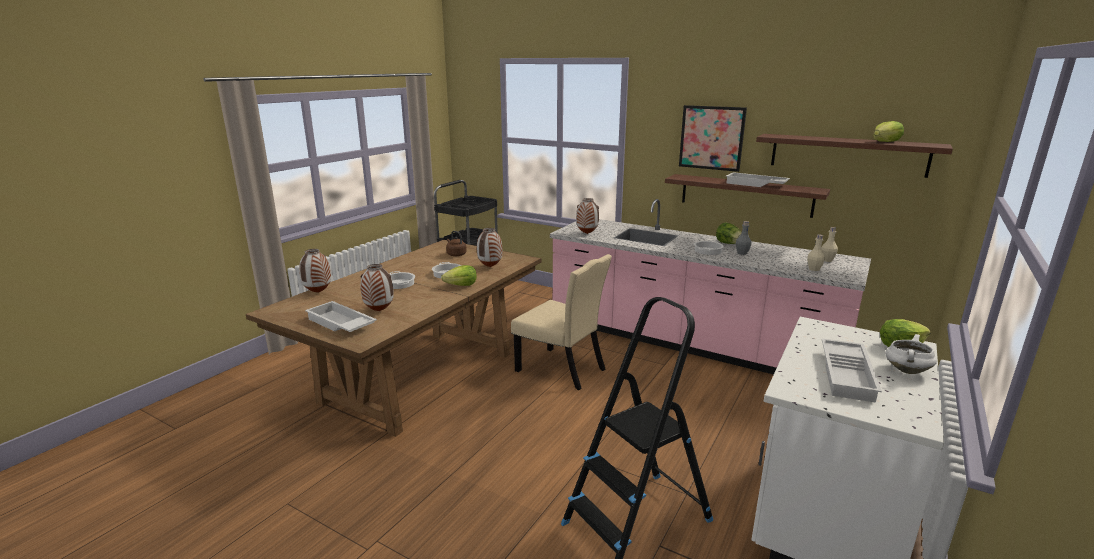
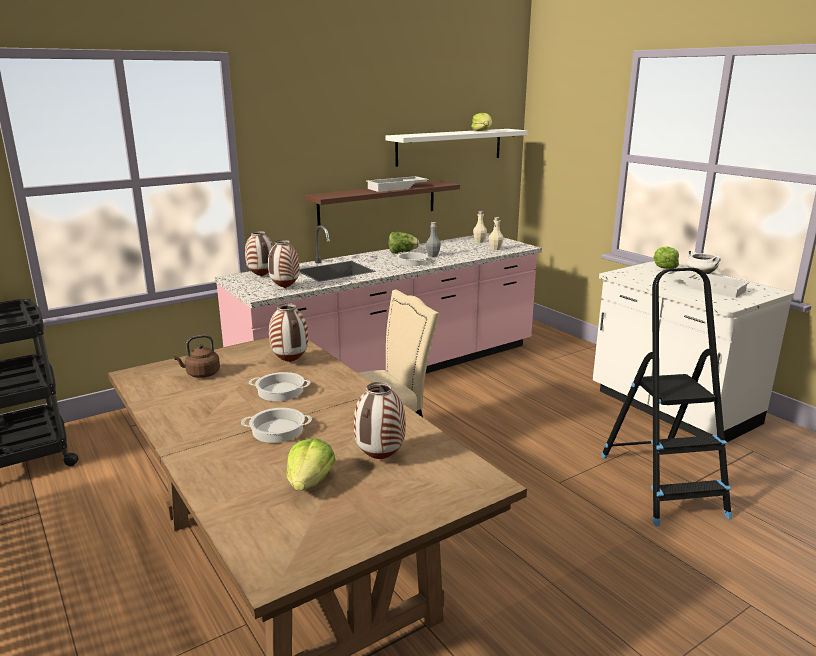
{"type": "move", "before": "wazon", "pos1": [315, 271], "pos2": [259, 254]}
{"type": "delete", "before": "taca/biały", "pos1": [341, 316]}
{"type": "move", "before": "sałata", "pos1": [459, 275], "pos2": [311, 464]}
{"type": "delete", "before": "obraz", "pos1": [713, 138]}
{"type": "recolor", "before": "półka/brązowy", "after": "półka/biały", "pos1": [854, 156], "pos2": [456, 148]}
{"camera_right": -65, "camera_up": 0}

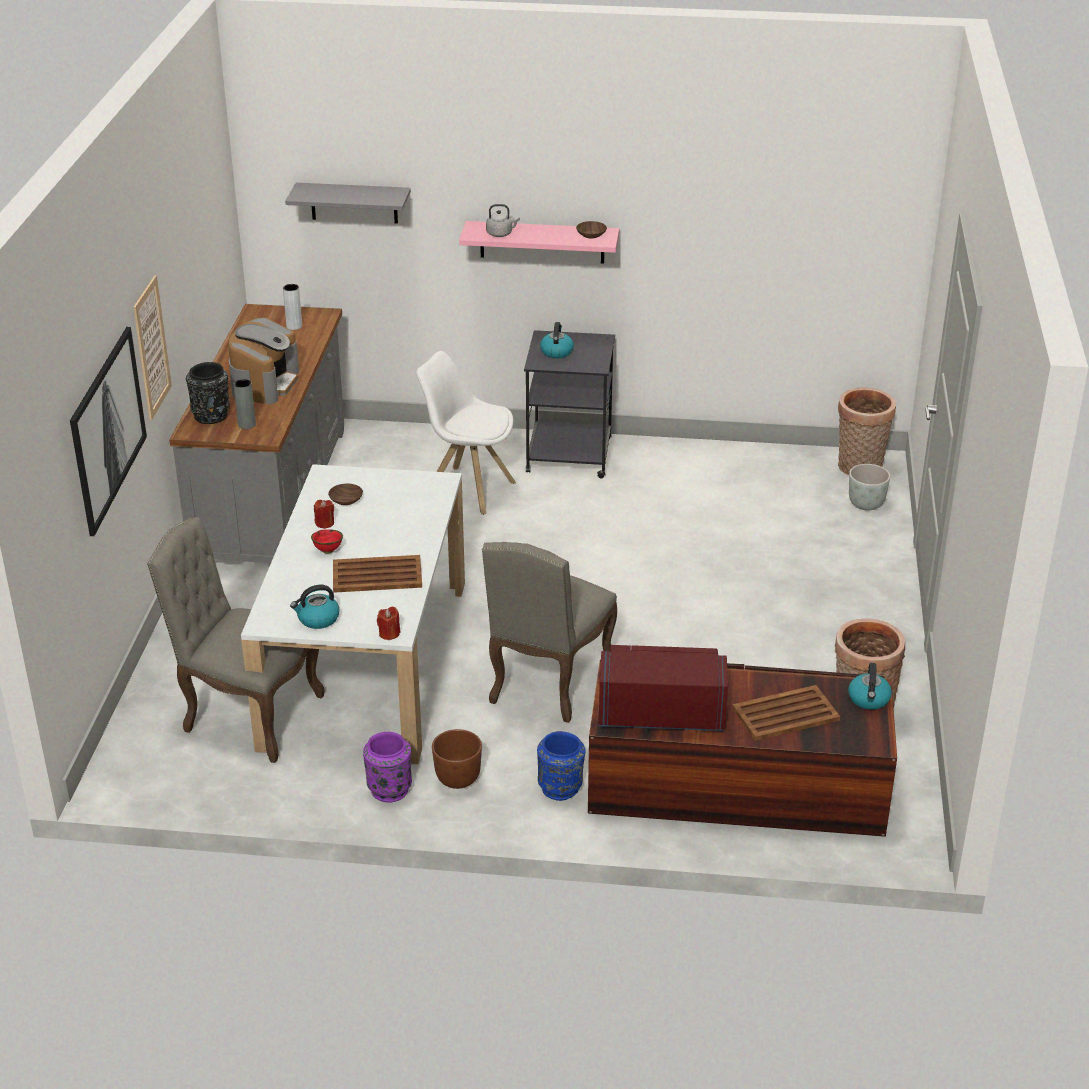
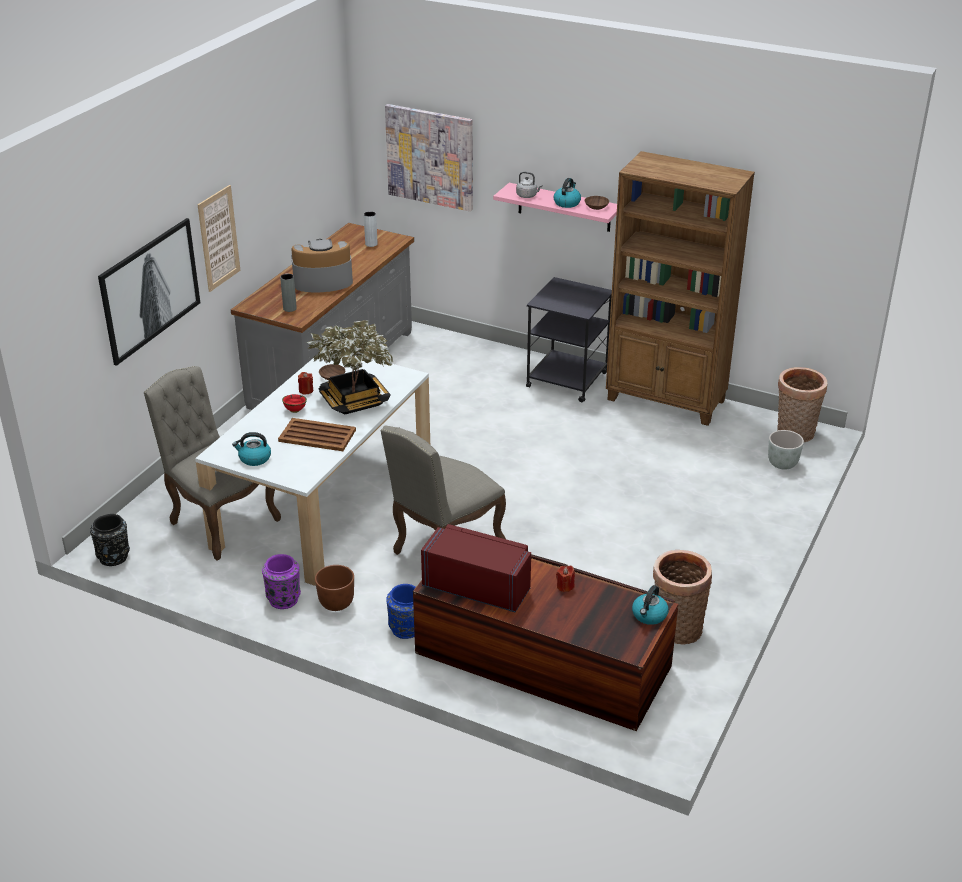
{"type": "move", "before": "wazon/czarny", "pos1": [208, 393], "pos2": [110, 540]}
{"type": "rotate", "before": "ekspres do kawy", "pos1": [263, 361], "pos2": [322, 266], "turn": -135}
{"type": "replace", "before": "półka/szary", "after": "obraz", "pos1": [348, 203], "pos2": [429, 158]}
{"type": "move", "before": "świeca/czerwony", "pos1": [389, 623], "pos2": [565, 579]}
{"type": "delete", "before": "krzesło/biały", "pos1": [466, 433]}
{"type": "move", "before": "czajnik", "pos1": [557, 340], "pos2": [567, 193]}
{"type": "delete", "before": "taca/brązowy", "pos1": [786, 713]}
{"type": "insert", "after": "roślina doniczkowa", "pos2": [349, 367]}
{"type": "insert", "after": "regał/brązowy", "pos2": [680, 288]}
{"camera_right": 20, "camera_up": 0}

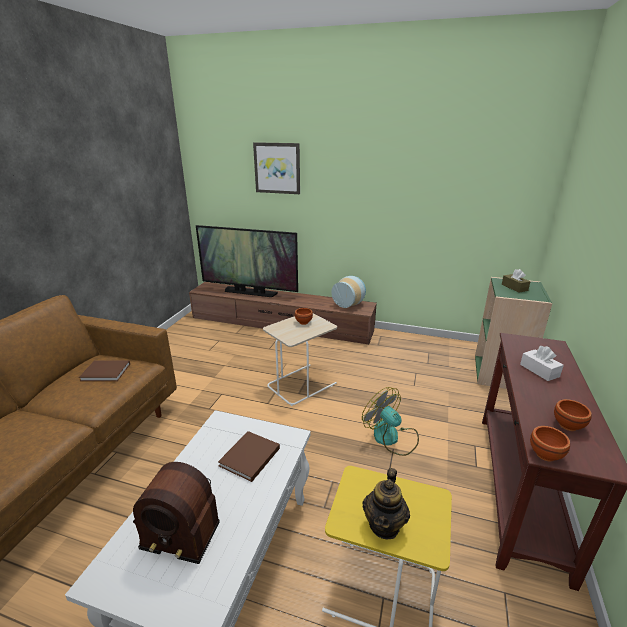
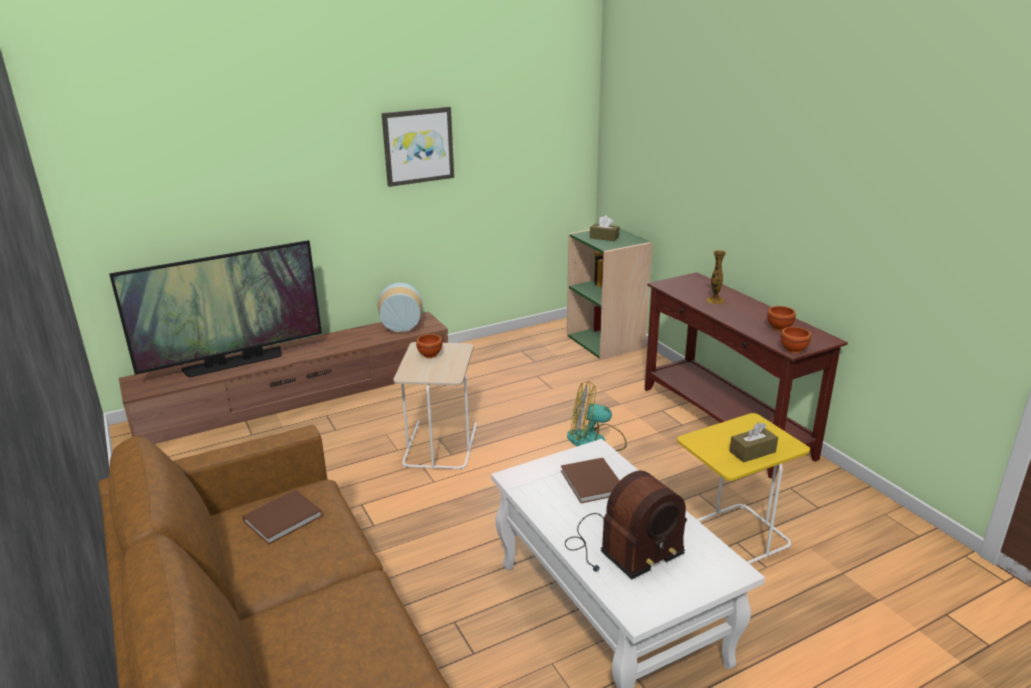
{"type": "move", "before": "obraz", "pos1": [276, 168], "pos2": [418, 147]}
{"type": "replace", "before": "imbryk", "after": "pudełko chusteczek/brązowy", "pos1": [386, 504], "pos2": [753, 442]}
{"type": "replace", "before": "pudełko chusteczek/biały", "after": "wazon", "pos1": [542, 363], "pos2": [716, 277]}
{"camera_right": -45, "camera_up": 0}

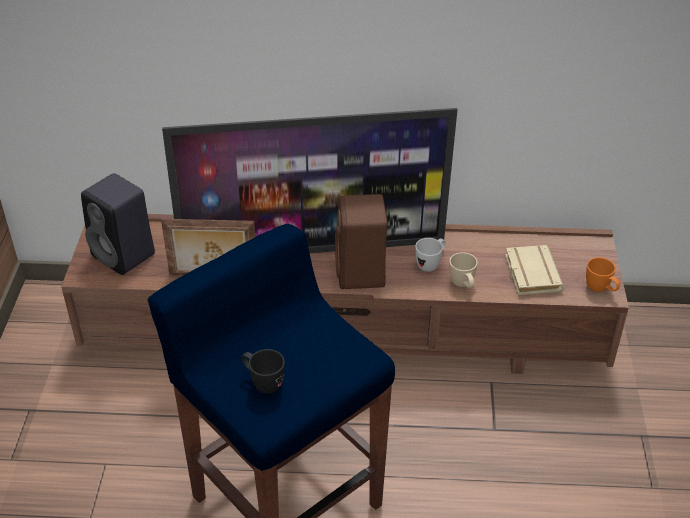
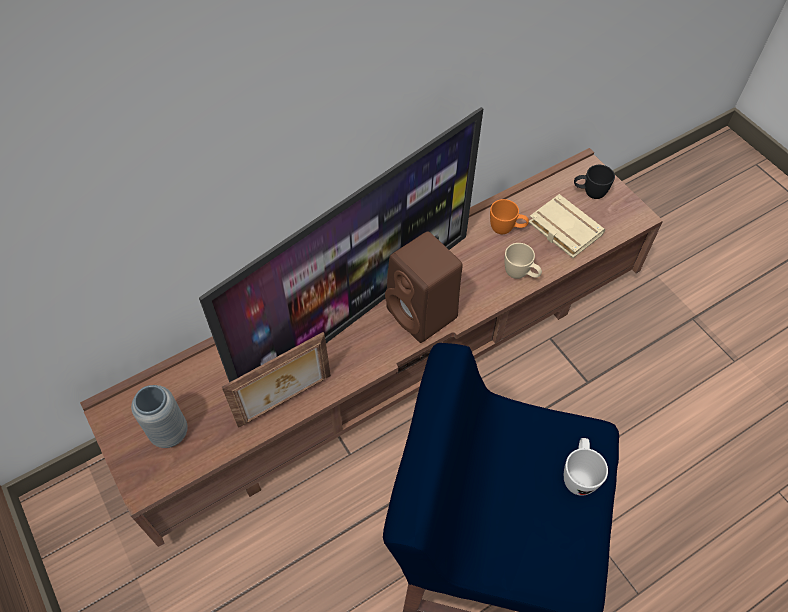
{"type": "replace", "before": "głośnik/czarny", "after": "wazon/szary", "pos1": [118, 224], "pos2": [159, 416]}
{"type": "move", "before": "kubek/czarny", "pos1": [263, 371], "pos2": [594, 182]}
{"type": "move", "before": "kubek/biały", "pos1": [430, 255], "pos2": [586, 467]}
{"type": "move", "before": "kubek/pomarańczowy", "pos1": [603, 274], "pos2": [509, 216]}
{"camera_right": -35, "camera_up": 15}

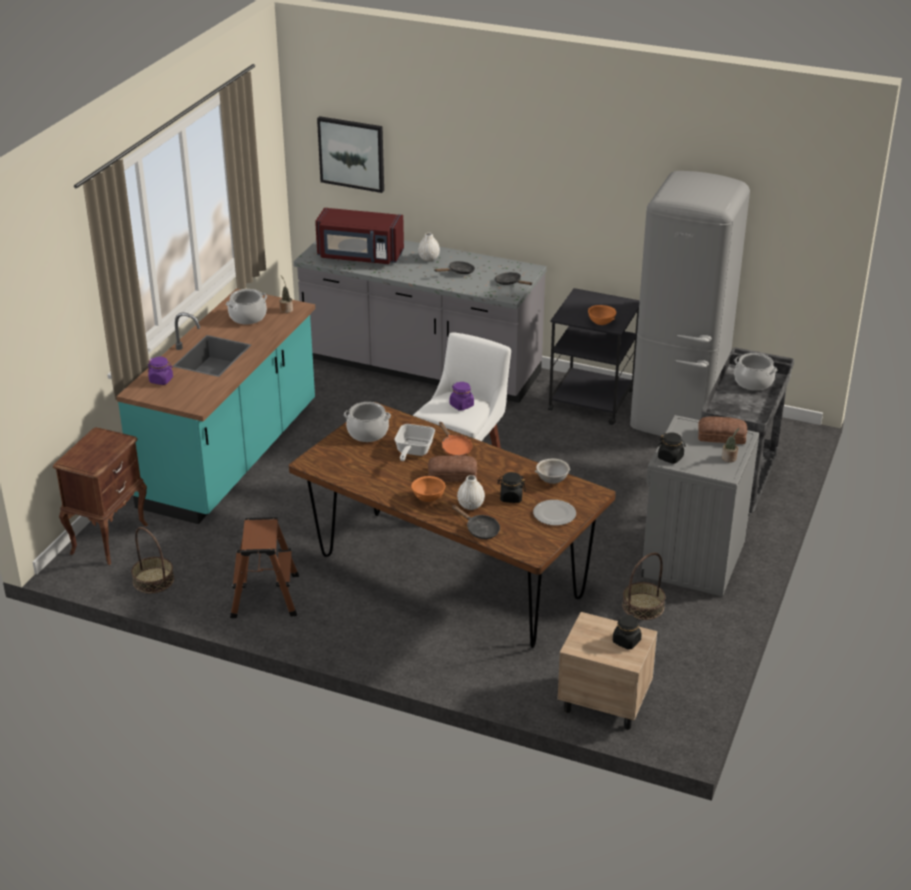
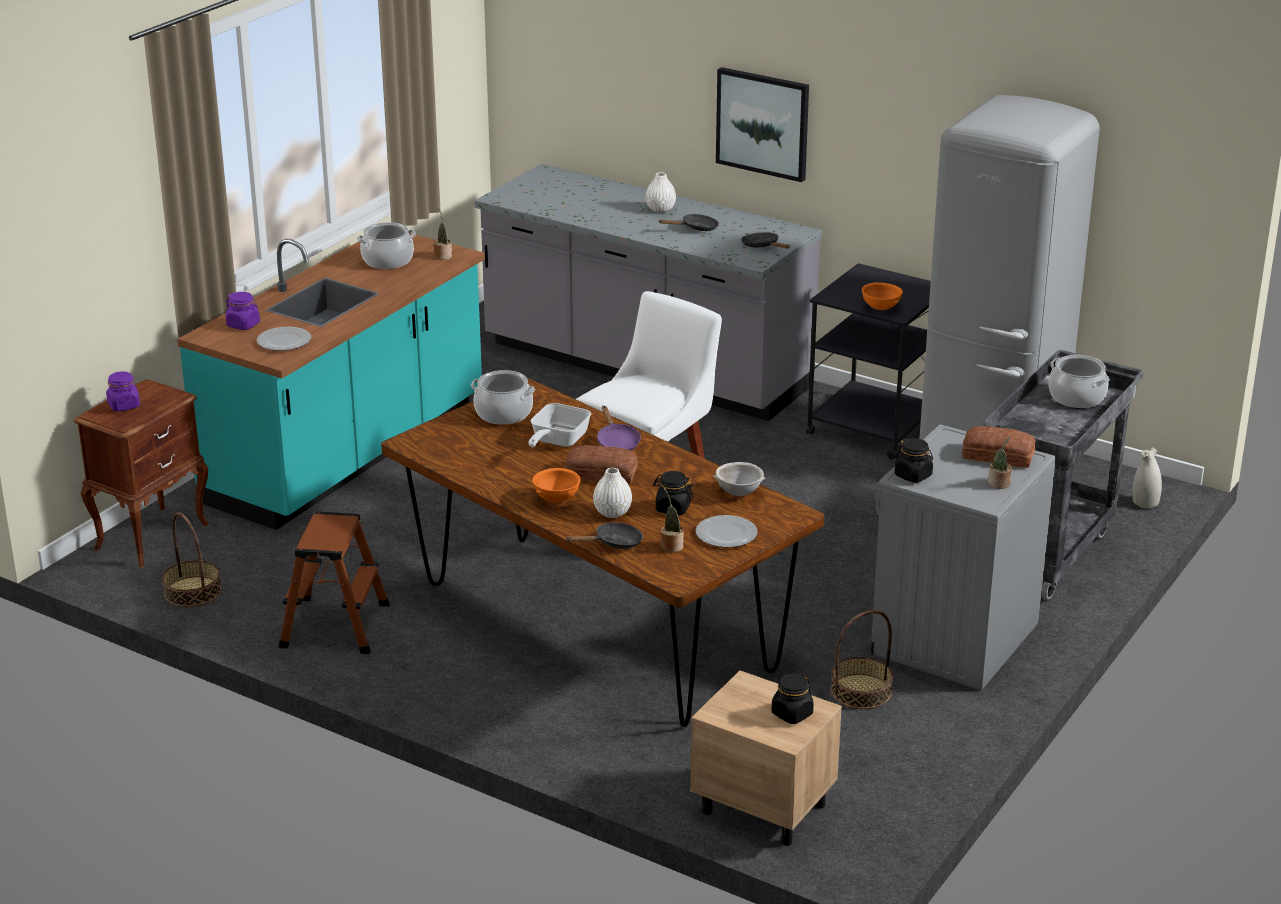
{"type": "delete", "before": "mikrofalówka/czerwony", "pos1": [359, 236]}
{"type": "move", "before": "obraz", "pos1": [350, 154], "pos2": [762, 124]}
{"type": "recolor", "before": "patelnia/pomarańczowy", "after": "patelnia/fioletowy", "pos1": [455, 439], "pos2": [619, 428]}
{"type": "move", "before": "słoik/fioletowy", "pos1": [462, 396], "pos2": [123, 391]}
{"type": "rotate", "before": "patelnia/czarny", "pos1": [476, 522], "pos2": [604, 535], "turn": -75}
{"type": "insert", "after": "talerz", "pos2": [284, 339]}
{"type": "insert", "after": "roślina doniczkowa", "pos2": [672, 520]}
{"type": "insert", "after": "wazon/biały", "pos2": [1147, 477]}
{"camera_right": 10, "camera_up": -5}

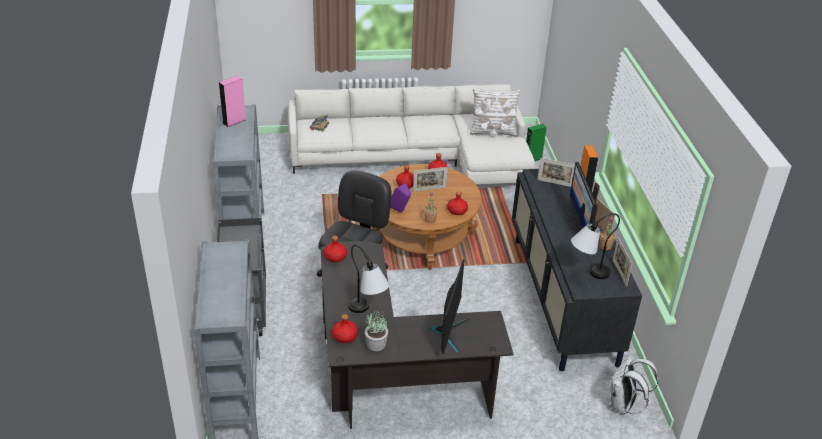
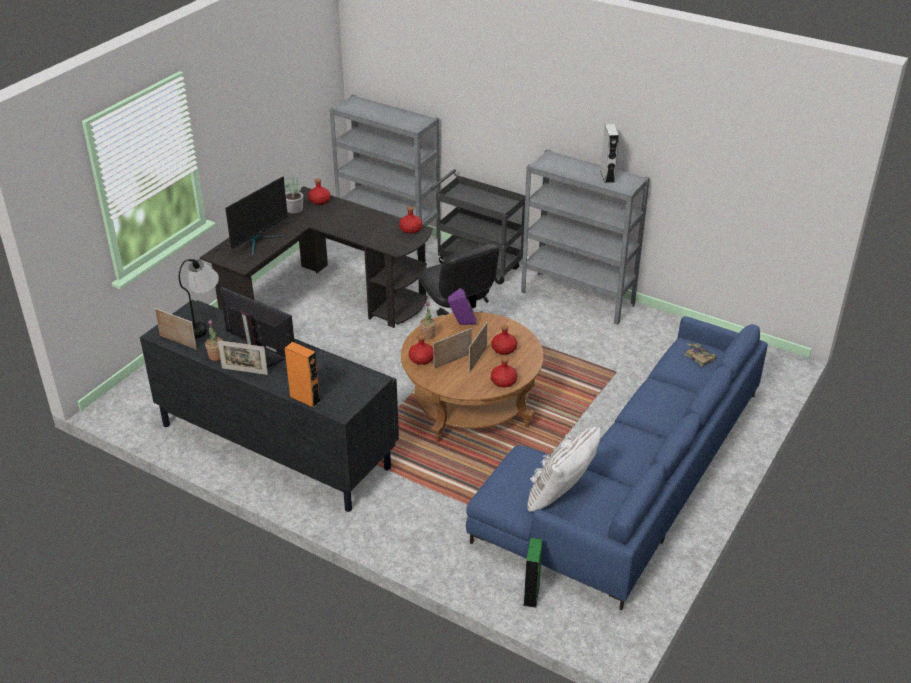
{"type": "recolor", "before": "głośnik/różowy", "after": "głośnik/szary", "pos1": [232, 101], "pos2": [609, 153]}
{"type": "recolor", "before": "kanapa/biały", "after": "kanapa/niebieski", "pos1": [411, 134], "pos2": [617, 463]}
{"type": "delete", "before": "lampa stołowa", "pos1": [368, 279]}
{"type": "rotate", "before": "monitor", "pos1": [449, 306], "pos2": [256, 216], "turn": -105}
{"type": "move", "before": "ramka na zdjęcie", "pos1": [556, 172], "pos2": [452, 348]}
{"type": "delete", "before": "plecak/biały", "pos1": [634, 384]}
{"camera_right": 130, "camera_up": 0}

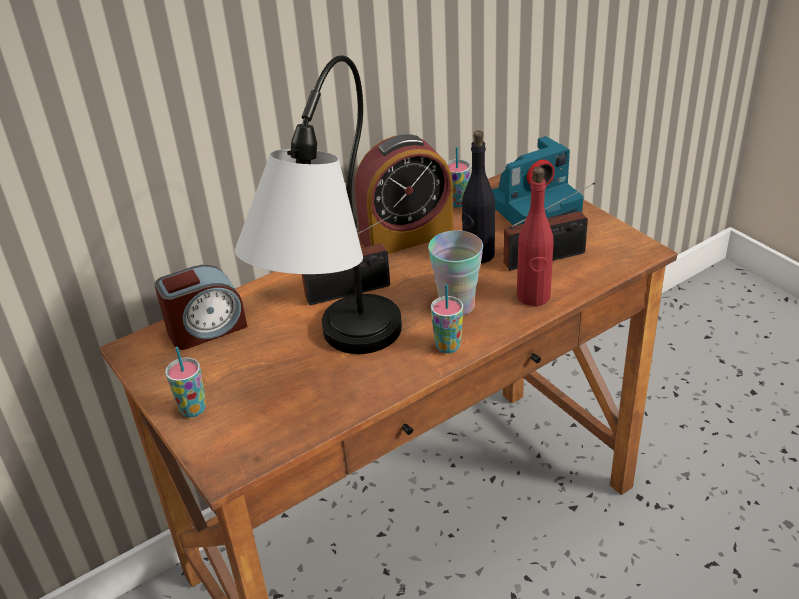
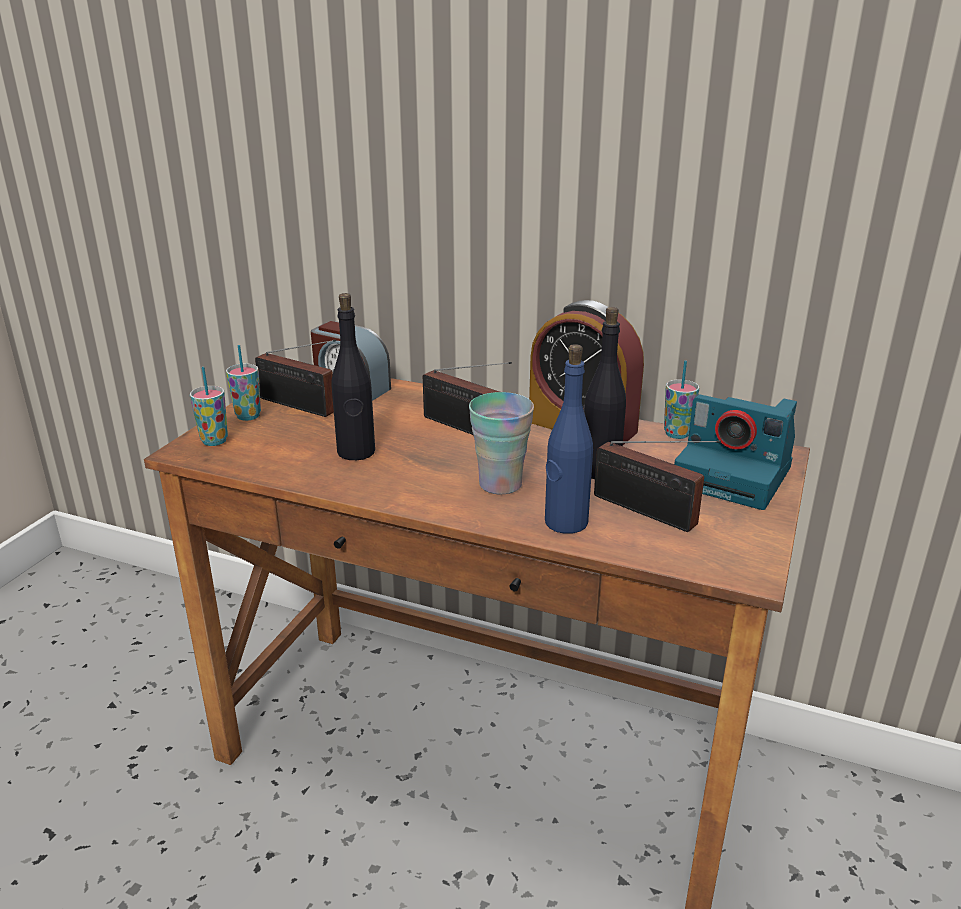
{"type": "replace", "before": "lampa stołowa", "after": "butelka/czarny", "pos1": [318, 204], "pos2": [353, 376]}
{"type": "move", "before": "filiżanka", "pos1": [447, 318], "pos2": [209, 406]}
{"type": "recolor", "before": "butelka/czerwony", "after": "butelka/niebieski", "pos1": [535, 236], "pos2": [569, 439]}
{"type": "insert", "after": "radio", "pos2": [295, 378]}
{"camera_right": 55, "camera_up": -10}

